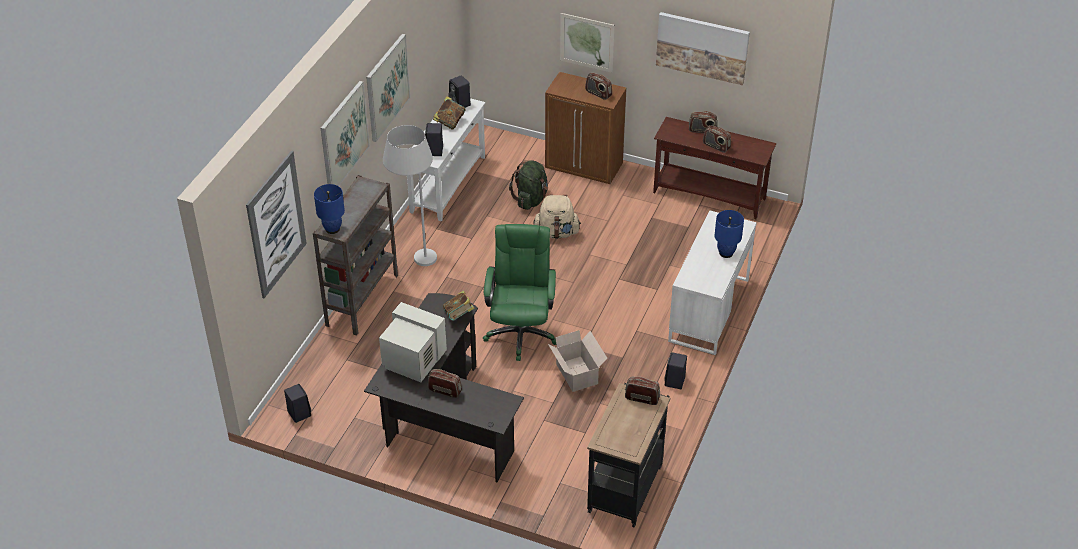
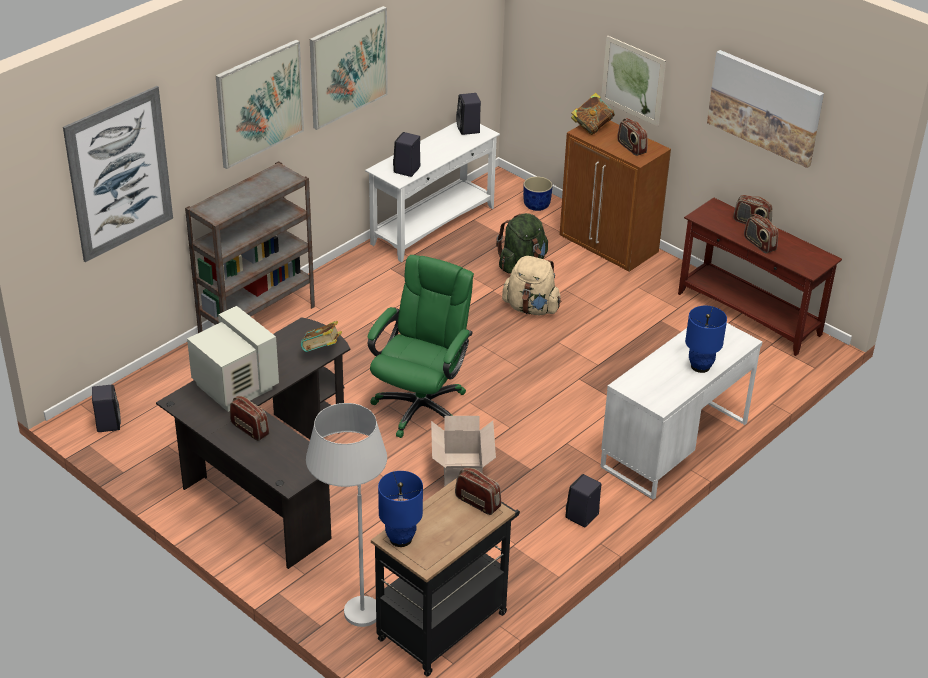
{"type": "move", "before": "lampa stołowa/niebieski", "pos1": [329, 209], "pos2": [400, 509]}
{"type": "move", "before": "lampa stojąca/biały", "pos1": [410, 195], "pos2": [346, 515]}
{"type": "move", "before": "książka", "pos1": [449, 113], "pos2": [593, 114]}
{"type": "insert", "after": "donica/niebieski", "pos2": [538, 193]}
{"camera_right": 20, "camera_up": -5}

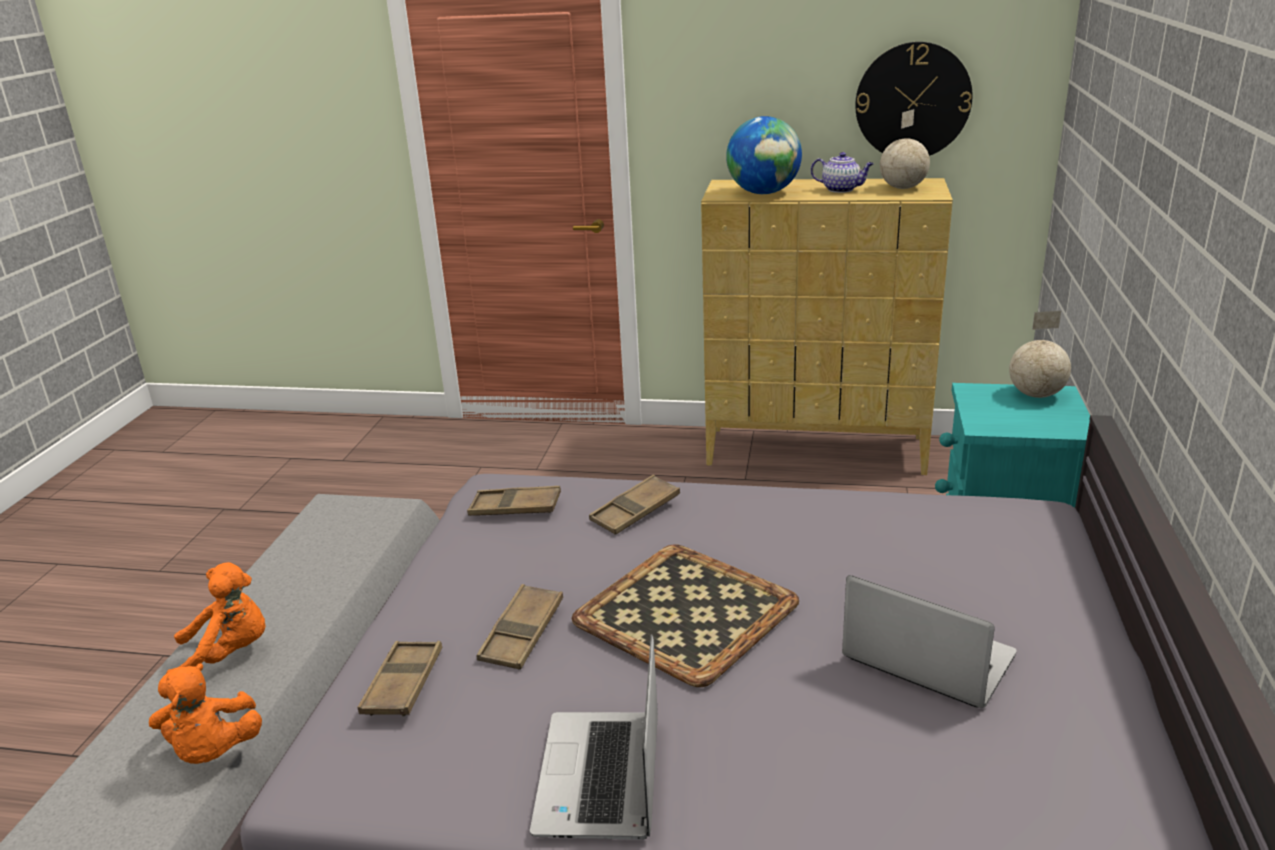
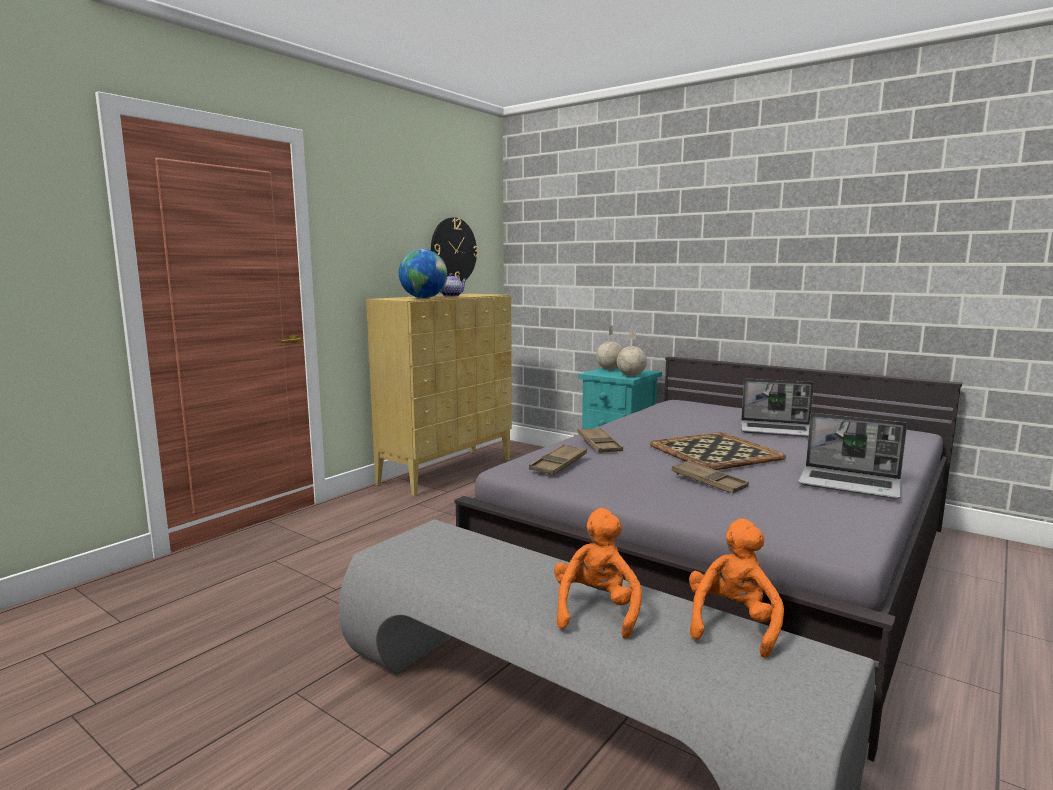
{"type": "rotate", "before": "pluszak/pomarańczowy", "pos1": [205, 713], "pos2": [736, 588], "turn": -75}
{"type": "delete", "before": "taca/brązowy", "pos1": [400, 678]}
{"type": "rotate", "before": "laptop", "pos1": [929, 641], "pos2": [777, 408], "turn": -135}
{"type": "move", "before": "globus", "pos1": [905, 149], "pos2": [632, 352]}
{"camera_right": -65, "camera_up": -15}

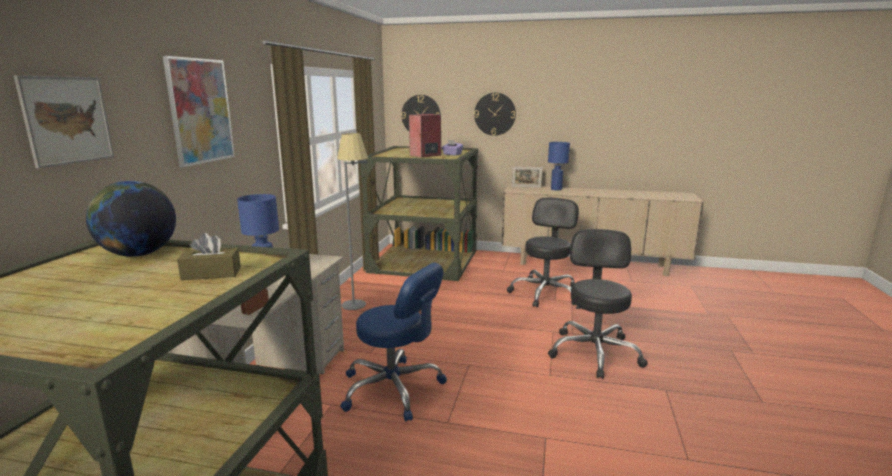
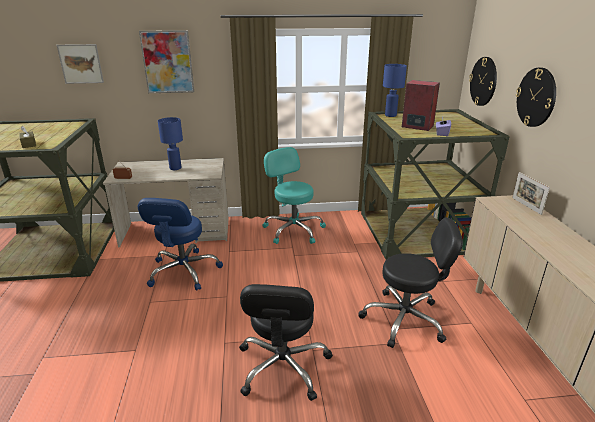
{"type": "delete", "before": "globus", "pos1": [131, 219]}
{"type": "replace", "before": "lampa stojąca/szary", "after": "krzesło biurowe/turkusowy", "pos1": [352, 221], "pos2": [294, 195]}
{"type": "move", "before": "lampa stołowa/niebieski", "pos1": [559, 166], "pos2": [395, 90]}
{"type": "rotate", "before": "krzesło biurowe/czarny", "pos1": [598, 304], "pos2": [286, 342], "turn": 105}
{"camera_right": 70, "camera_up": 10}

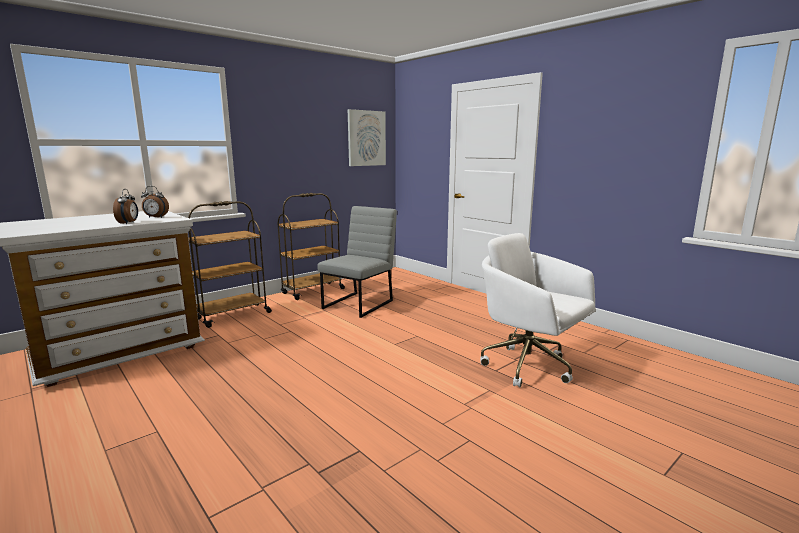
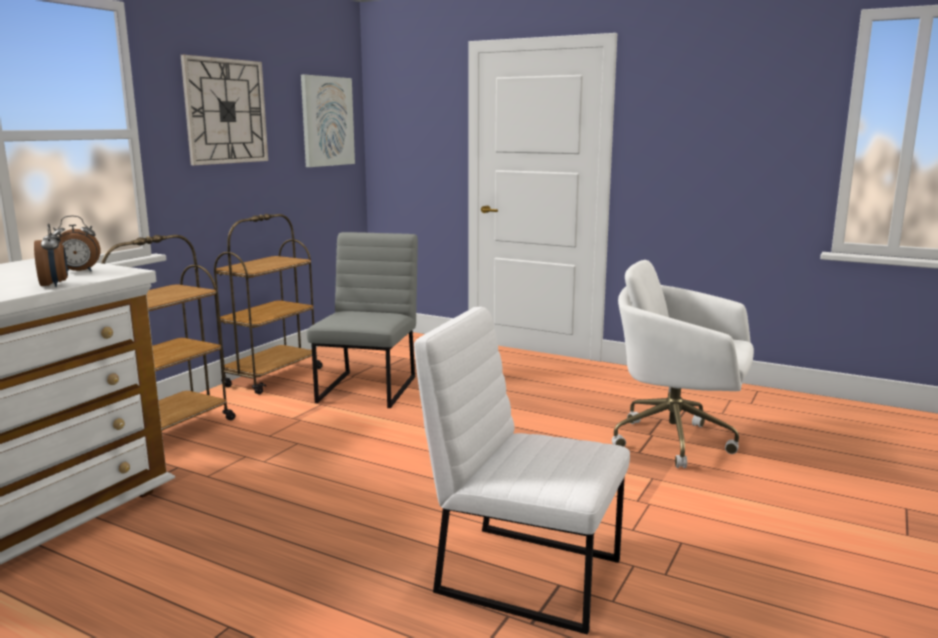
{"type": "insert", "after": "zegar ścienny", "pos2": [224, 110]}
{"type": "insert", "after": "krzesło/biały", "pos2": [522, 471]}
{"camera_right": -20, "camera_up": 0}

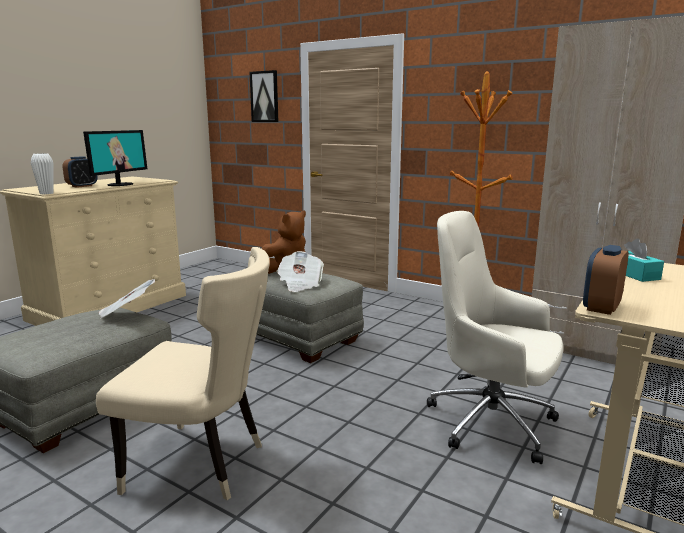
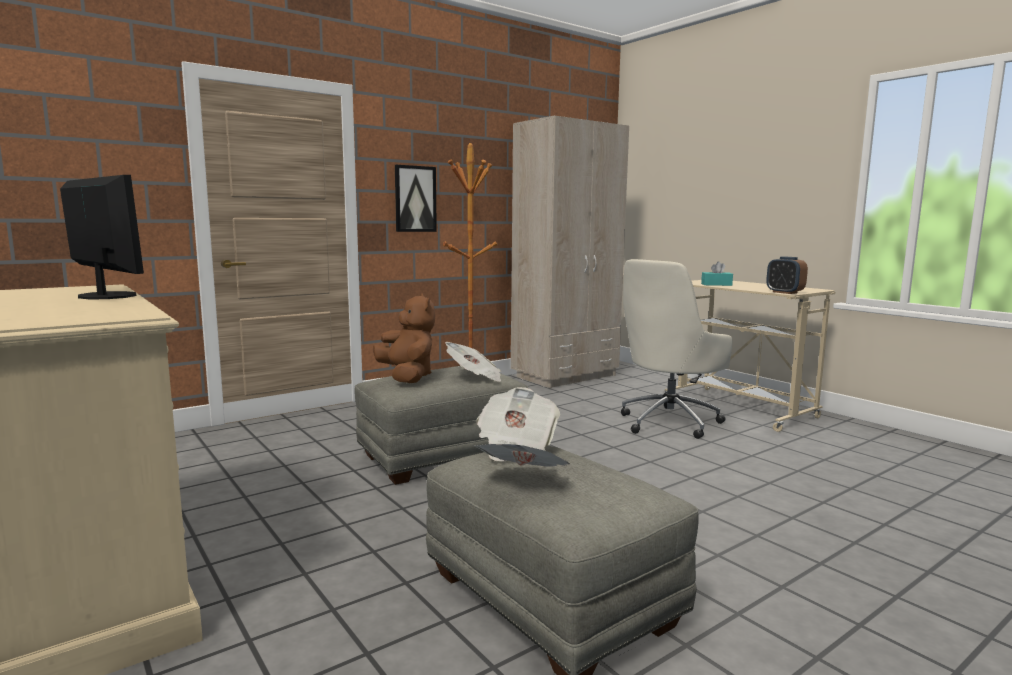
{"type": "delete", "before": "wazon/biały", "pos1": [42, 173]}
{"type": "delete", "before": "budzik", "pos1": [80, 172]}
{"type": "delete", "before": "krzesło/beżowy", "pos1": [183, 373]}
{"type": "move", "before": "obraz", "pos1": [263, 96], "pos2": [416, 198]}
{"type": "insert", "after": "gazeta", "pos2": [522, 455]}
{"camera_right": -70, "camera_up": -5}

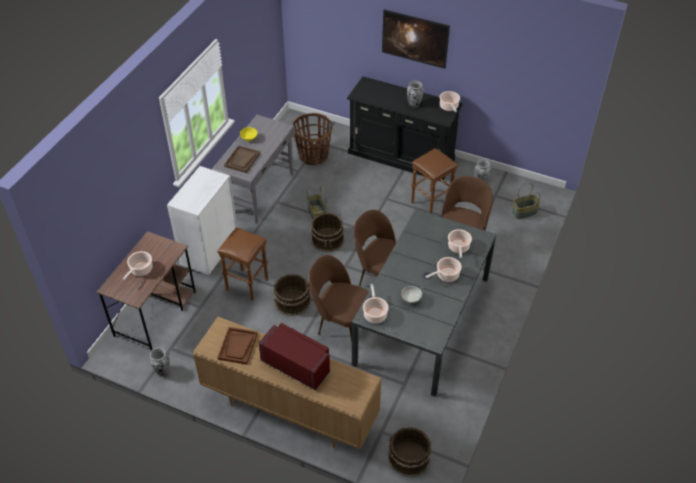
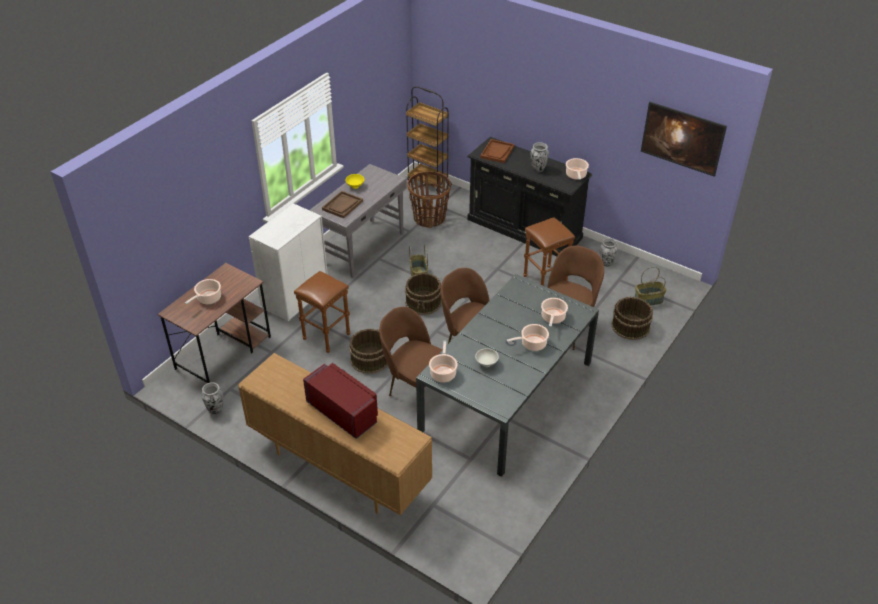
{"type": "move", "before": "taca/brązowy", "pos1": [237, 346], "pos2": [497, 151]}
{"type": "move", "before": "obraz", "pos1": [416, 39], "pos2": [684, 139]}
{"type": "move", "before": "wiadro/brązowy", "pos1": [410, 452], "pos2": [632, 318]}
{"type": "insert", "after": "wózek/brązowy", "pos2": [429, 140]}
{"camera_right": 10, "camera_up": -5}

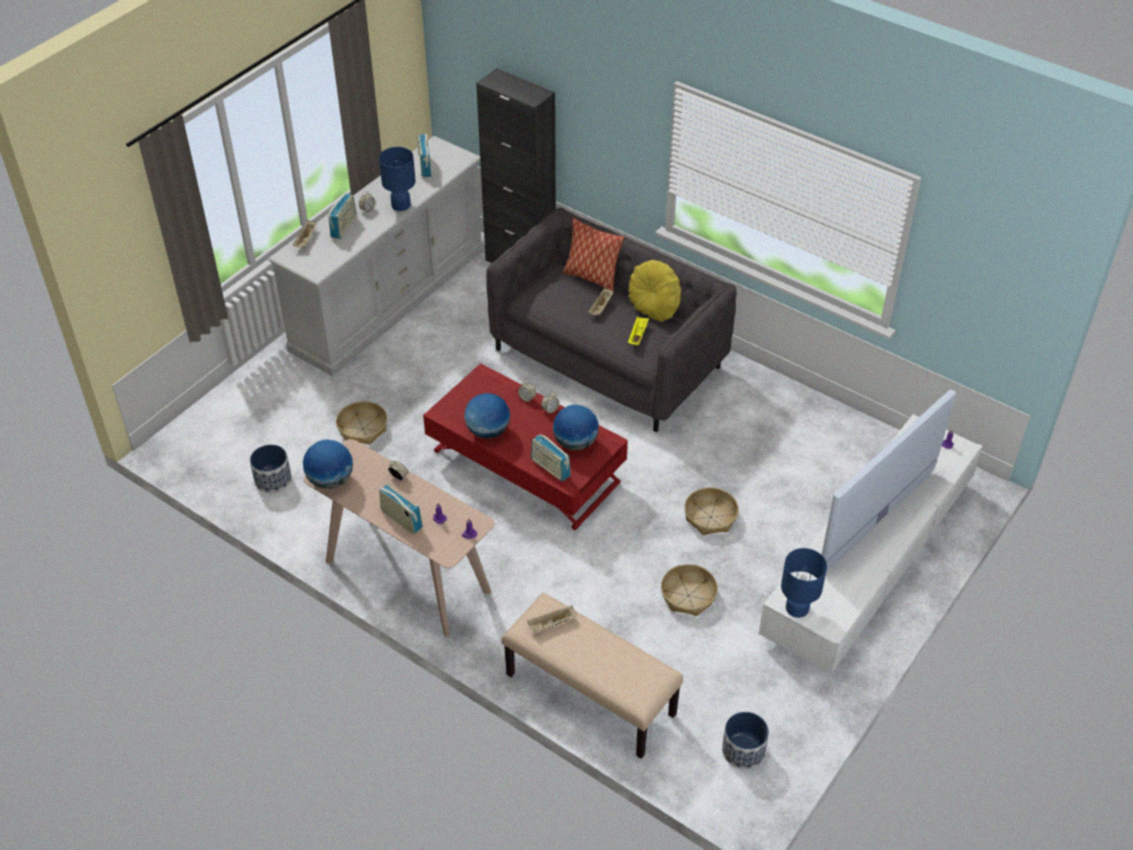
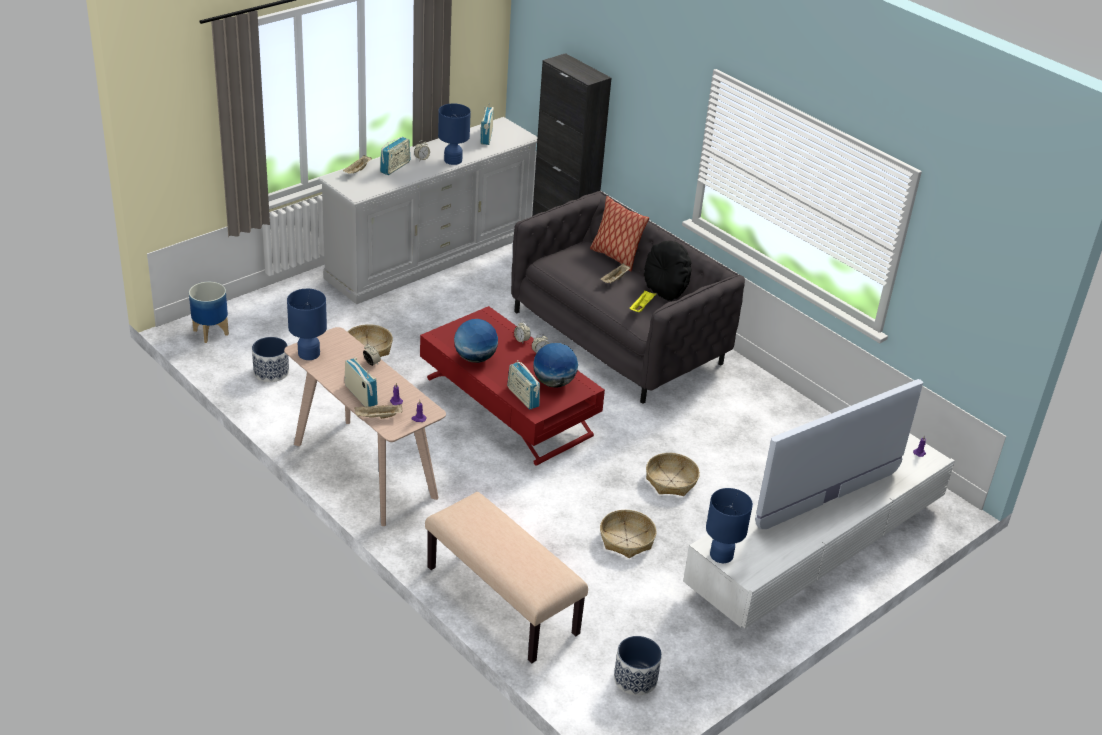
{"type": "replace", "before": "globus", "after": "lampa stołowa/niebieski", "pos1": [328, 464], "pos2": [307, 324]}
{"type": "move", "before": "taca/beżowy", "pos1": [551, 618], "pos2": [378, 411]}
{"type": "recolor", "before": "poduszka/żółty", "after": "poduszka/czarny", "pos1": [655, 291], "pos2": [667, 271]}
{"type": "insert", "after": "donica", "pos2": [209, 312]}
{"camera_right": 10, "camera_up": -10}

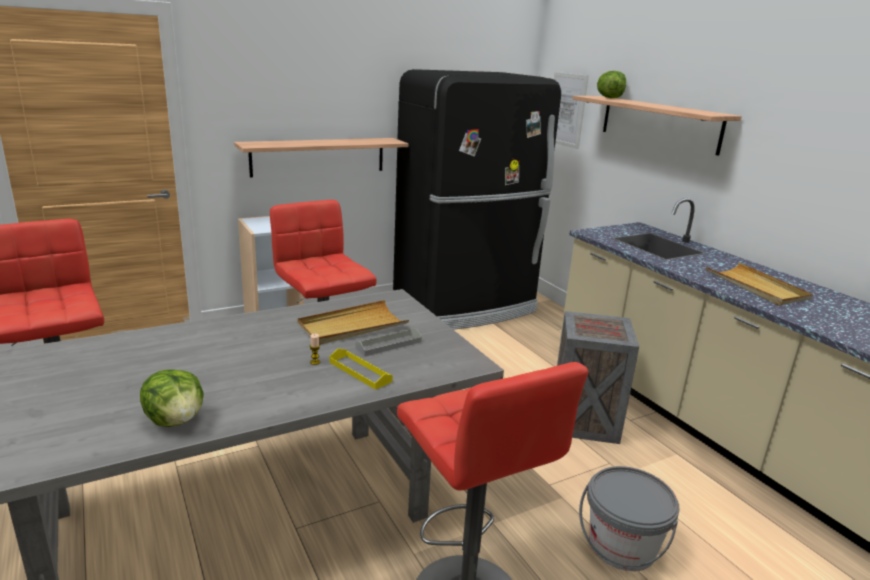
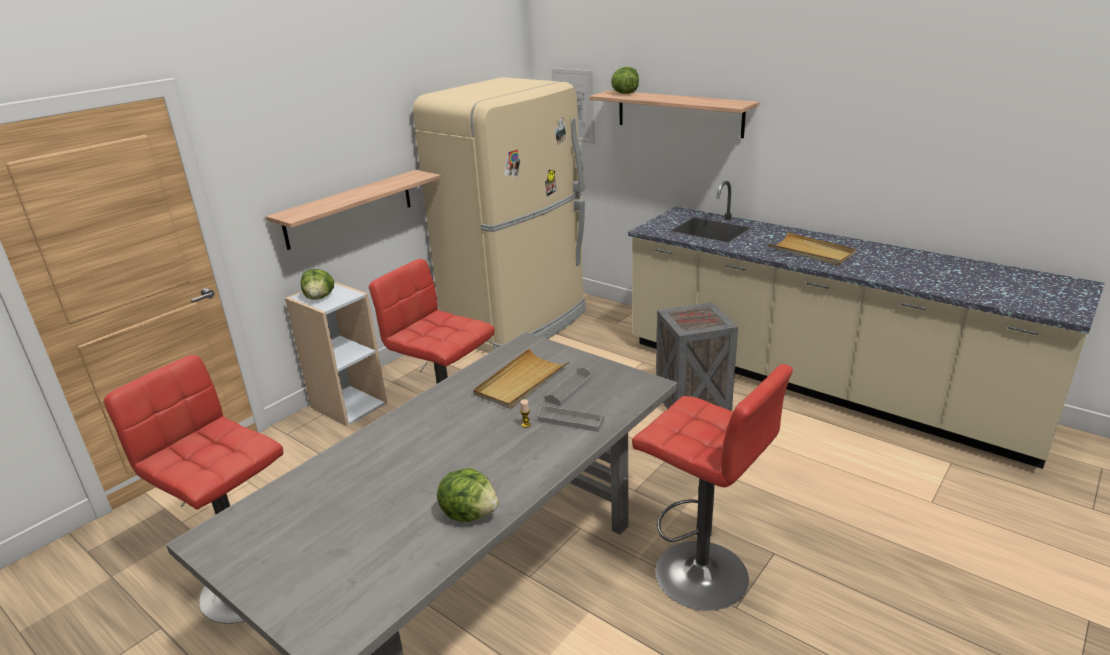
{"type": "recolor", "before": "taca/żółty", "after": "taca/szary", "pos1": [361, 369], "pos2": [571, 418]}
{"type": "recolor", "before": "lodówka/czarny", "after": "lodówka/beżowy", "pos1": [477, 199], "pos2": [499, 215]}
{"type": "delete", "before": "wiadro/szary", "pos1": [629, 518]}
{"type": "insert", "after": "sałata", "pos2": [317, 284]}
{"camera_right": -20, "camera_up": 5}

